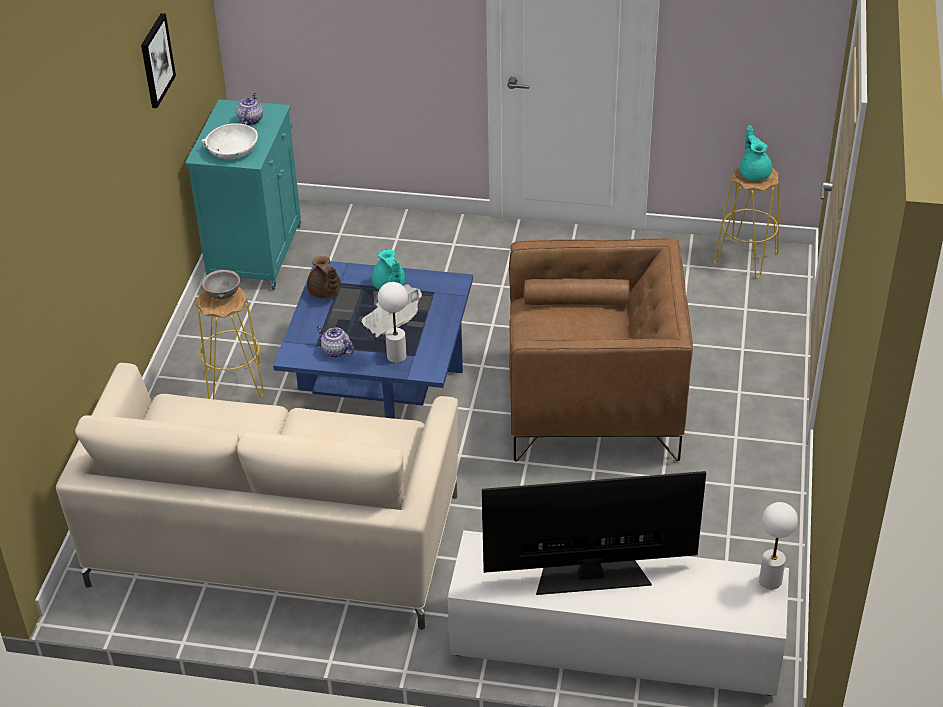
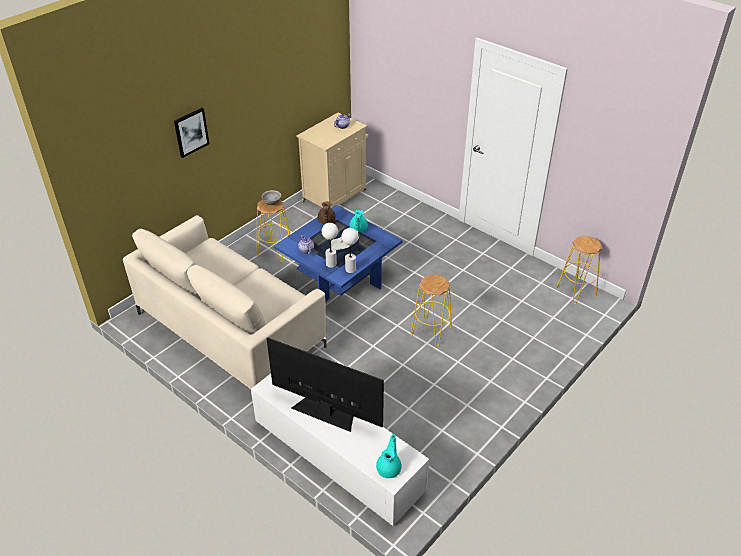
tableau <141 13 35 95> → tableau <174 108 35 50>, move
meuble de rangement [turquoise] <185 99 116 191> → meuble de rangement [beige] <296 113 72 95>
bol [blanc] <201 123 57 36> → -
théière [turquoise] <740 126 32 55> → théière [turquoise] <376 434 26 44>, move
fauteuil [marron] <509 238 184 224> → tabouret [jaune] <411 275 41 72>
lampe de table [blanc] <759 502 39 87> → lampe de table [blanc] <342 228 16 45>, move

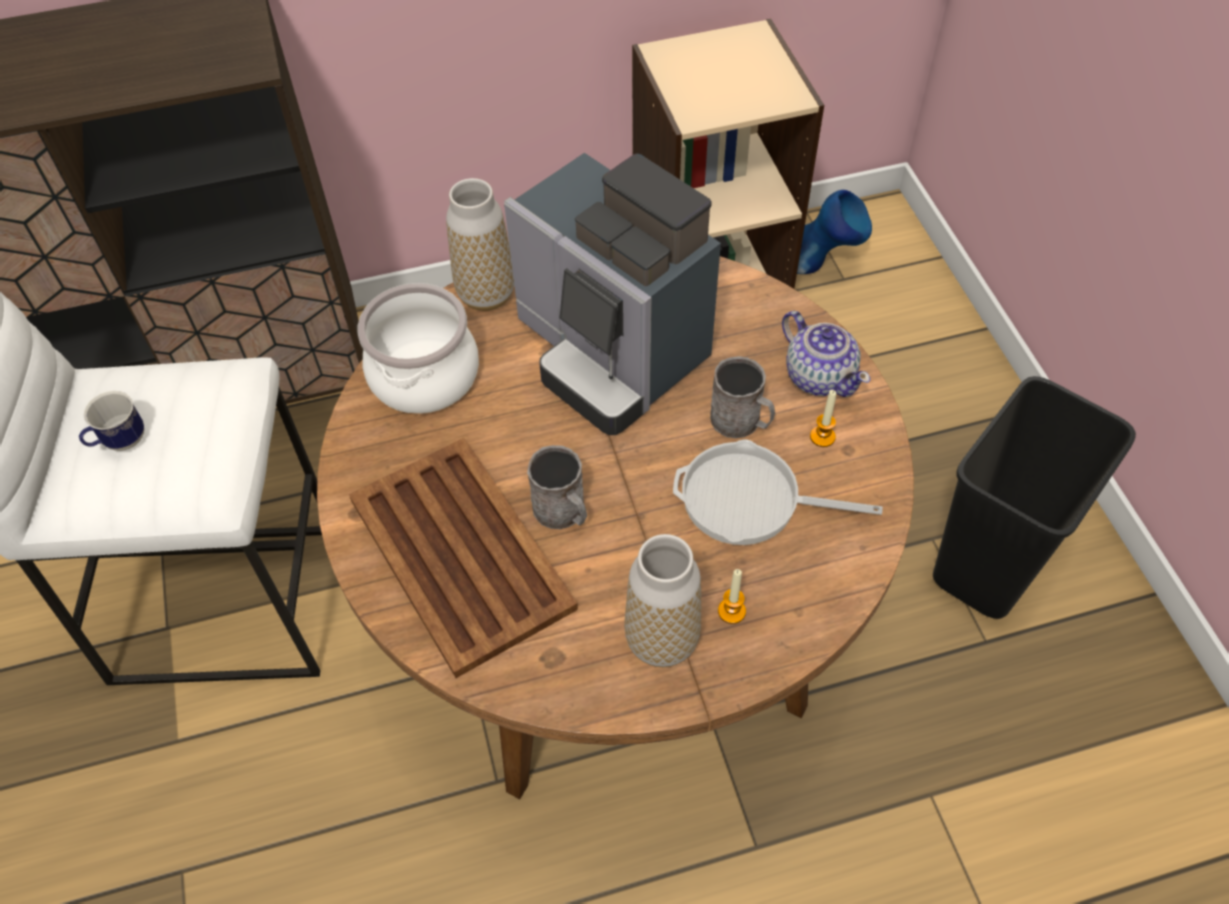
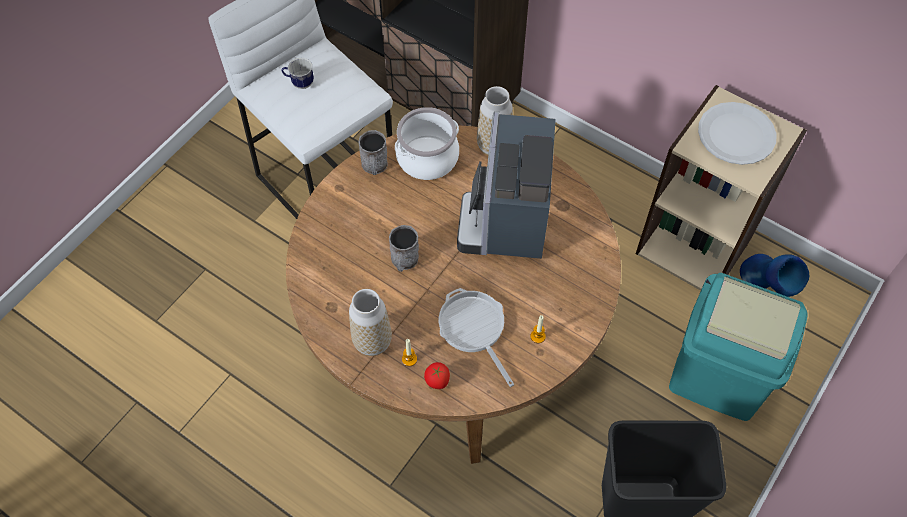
théière <782 311 88 86> → -
mug [gris] <710 356 65 82> → mug [gris] <359 130 29 45>, move
plateau [marron] <349 438 229 240> → -
- → assiette [blanc] <698 102 79 63>
- → poubelle [turquoise] <669 273 139 148>
- → tomate <424 362 26 27>

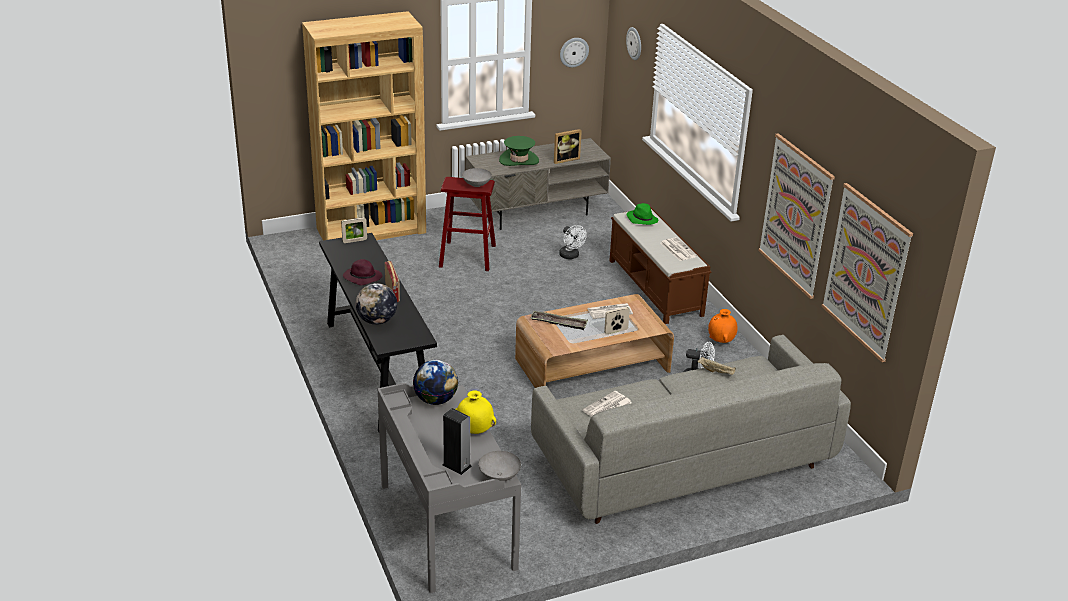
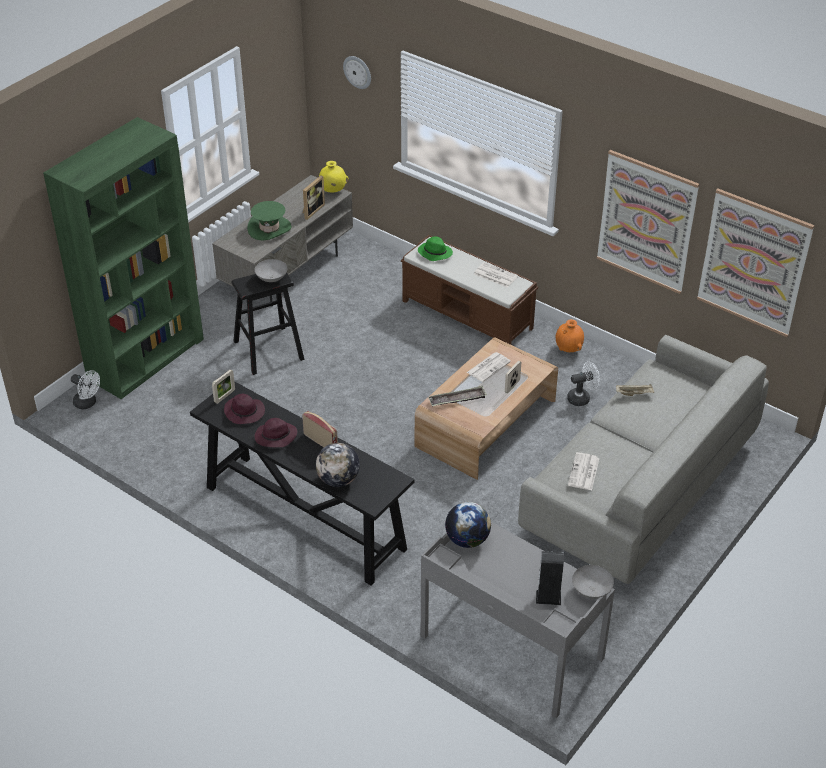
bibliothèque [marron] <302 11 124 230> → bibliothèque [vert] <43 117 161 282>
horloge murale <560 38 29 30> → -
tabouret [rouge] <439 177 57 94> → tabouret [noir] <231 272 73 103>
ventilateur [blanc] <559 225 28 34> → ventilateur [blanc] <71 370 29 39>, move
vase [jaune] <455 390 41 44> → vase [jaune] <319 161 30 31>, move
- → chapeau [violet] <224 394 41 30>

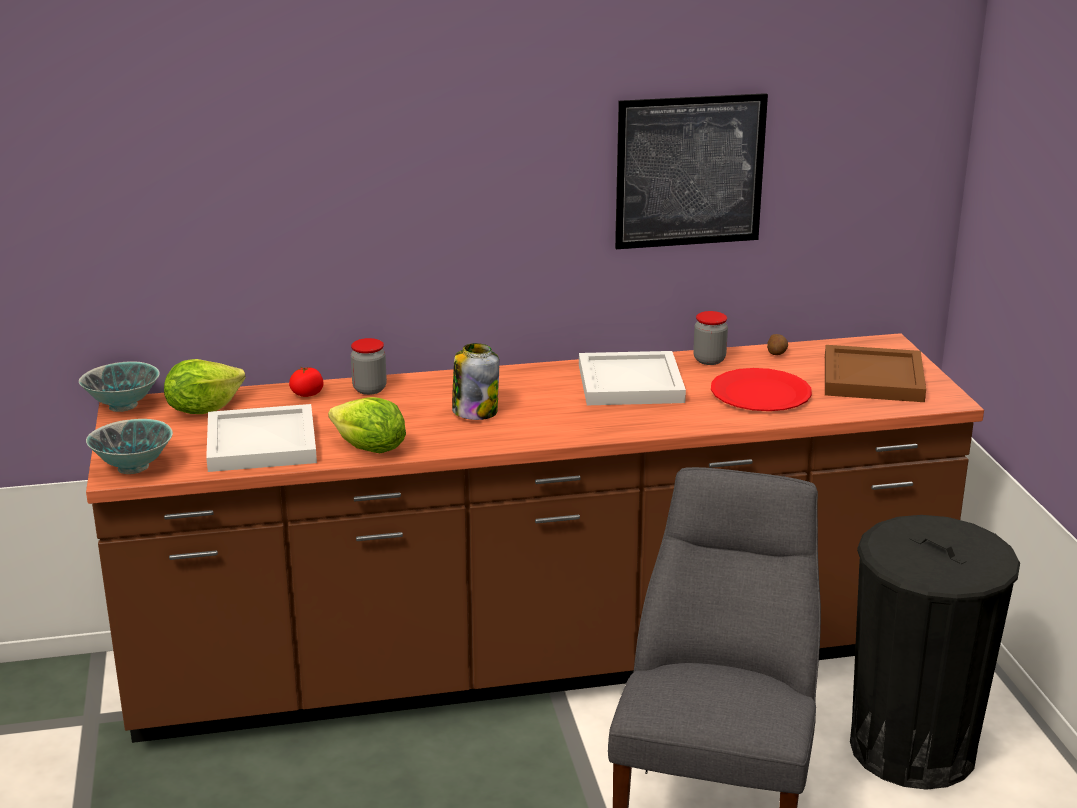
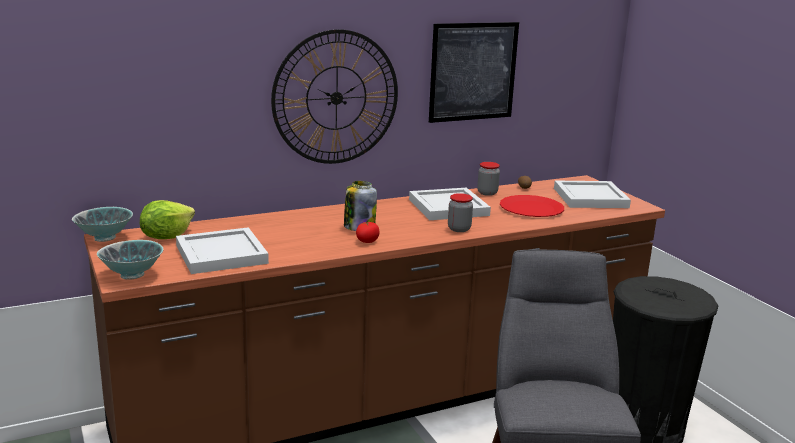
bocal <351 338 36 57> → bocal <448 193 25 39>, move
plateau [marron] <825 345 101 57> → plateau [blanc] <554 181 77 27>
tomate <289 366 34 31> → tomate <356 222 23 21>, move
laitue <328 397 78 56> → -
- → horloge murale <271 29 127 135>

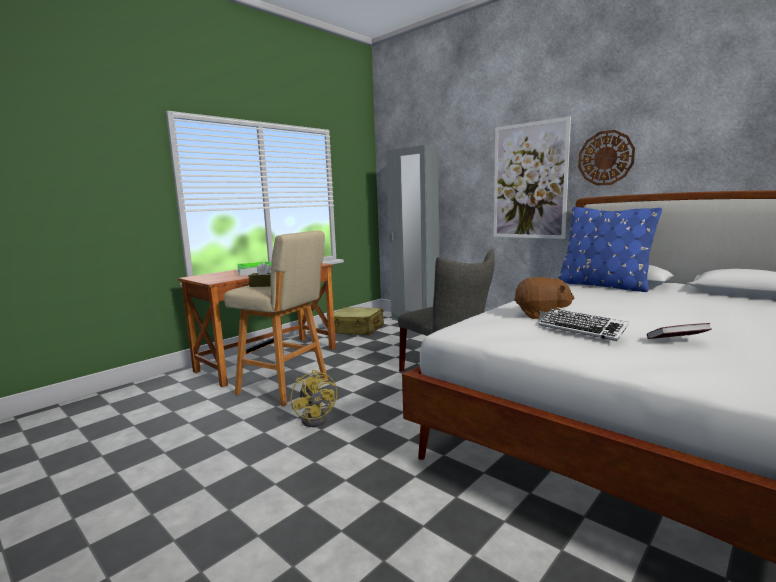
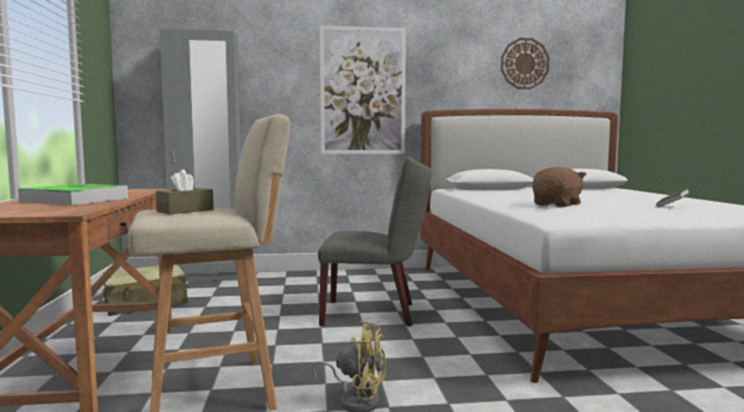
horloge murale <578 130 57 56> → horloge murale <501 38 48 51>, move
coussin [bleu] <558 207 104 85> → -
clavier <539 309 90 32> → -

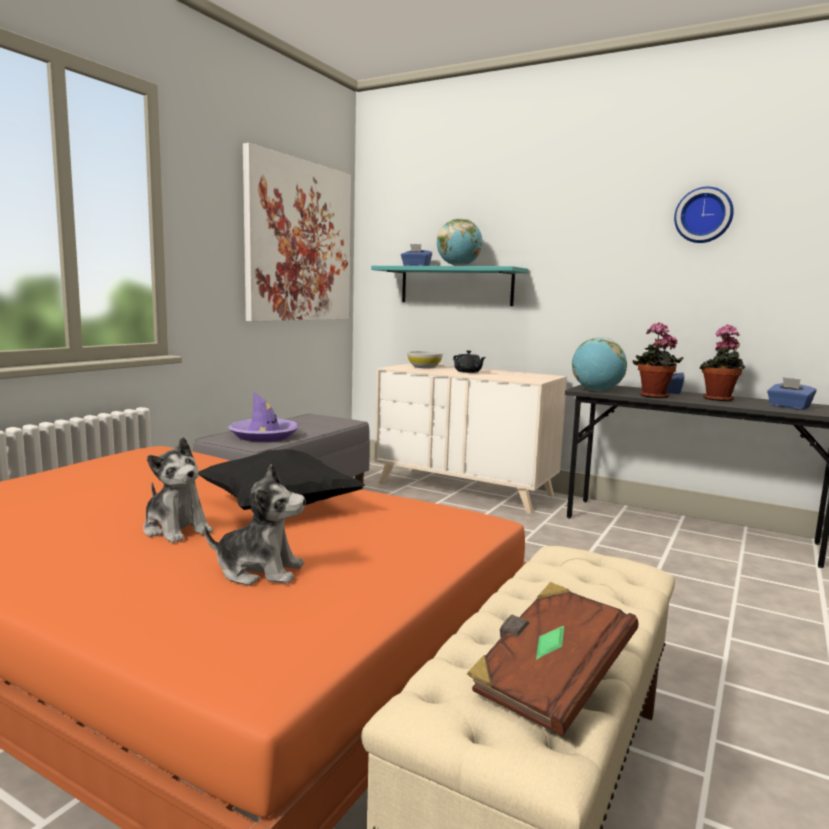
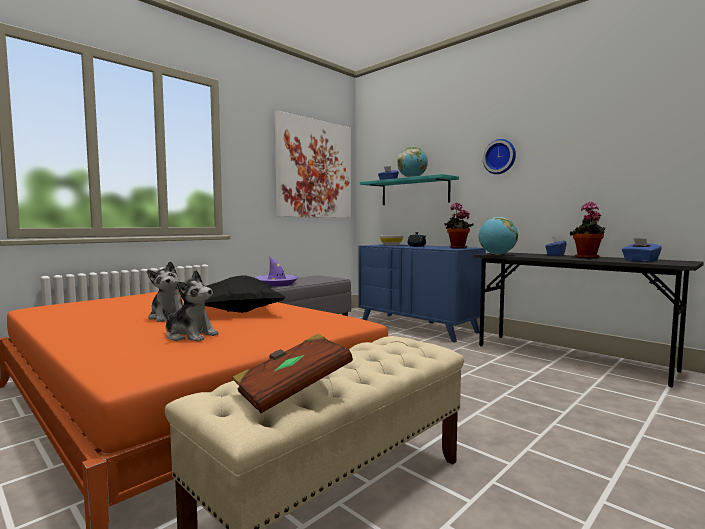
horloge murale <674 187 60 56> → horloge murale <483 139 33 35>, move
plante en pot <633 323 51 75> → plante en pot <444 203 30 46>, move
commode [beige] <375 363 192 151> → commode [bleu] <358 244 128 98>

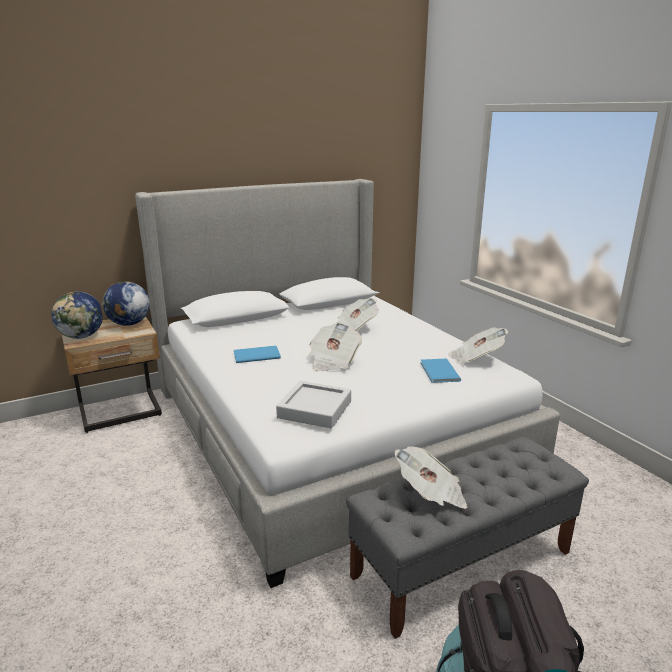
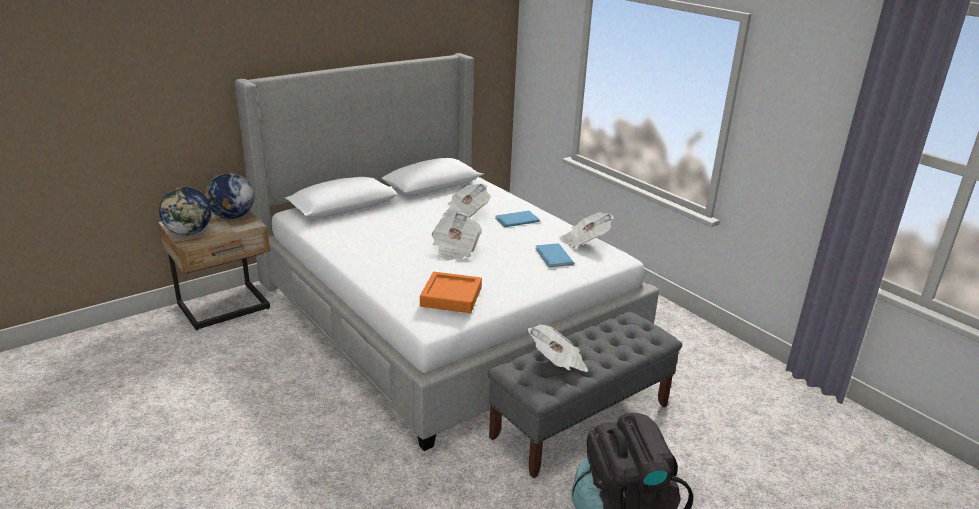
livre [bleu] <234 345 47 18> → livre [bleu] <495 211 45 16>, move
plateau [gris] <276 381 75 48> → plateau [orange] <420 272 62 41>

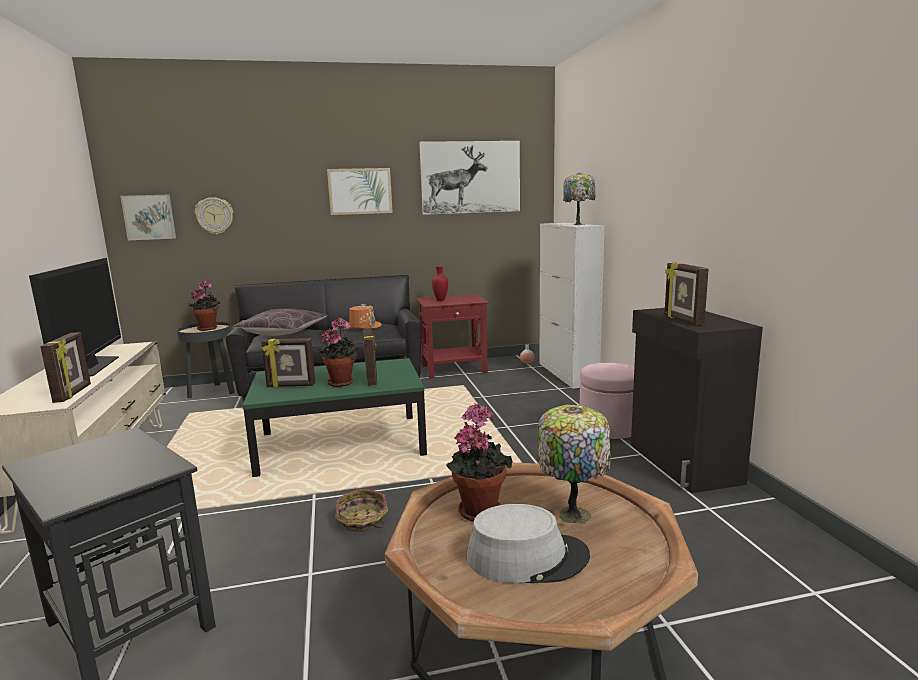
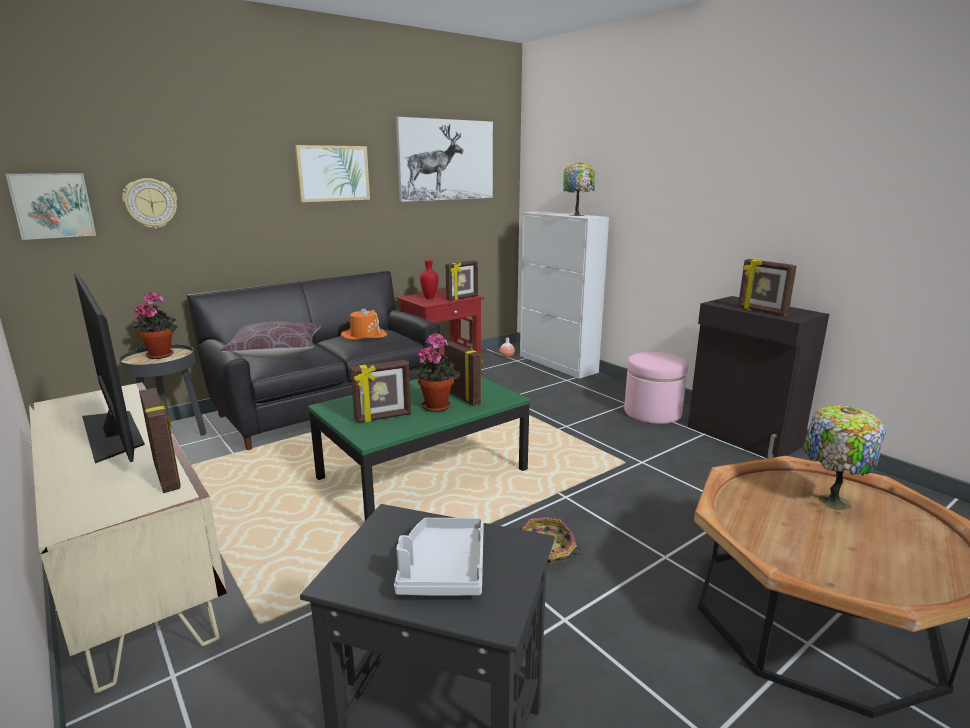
plante en pot <446 403 67 119> → -
chapeau [gris] <467 504 123 79> → -
- → cadre photo <446 260 32 41>
- → plateau [gris] <394 518 90 78>

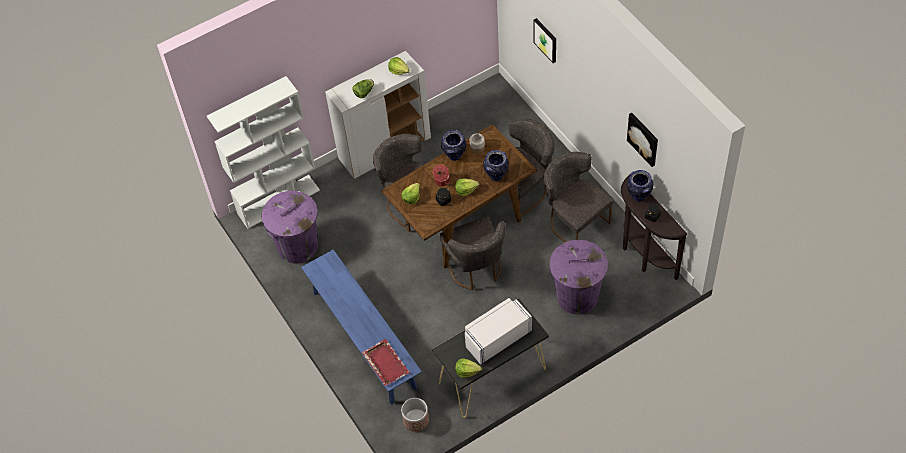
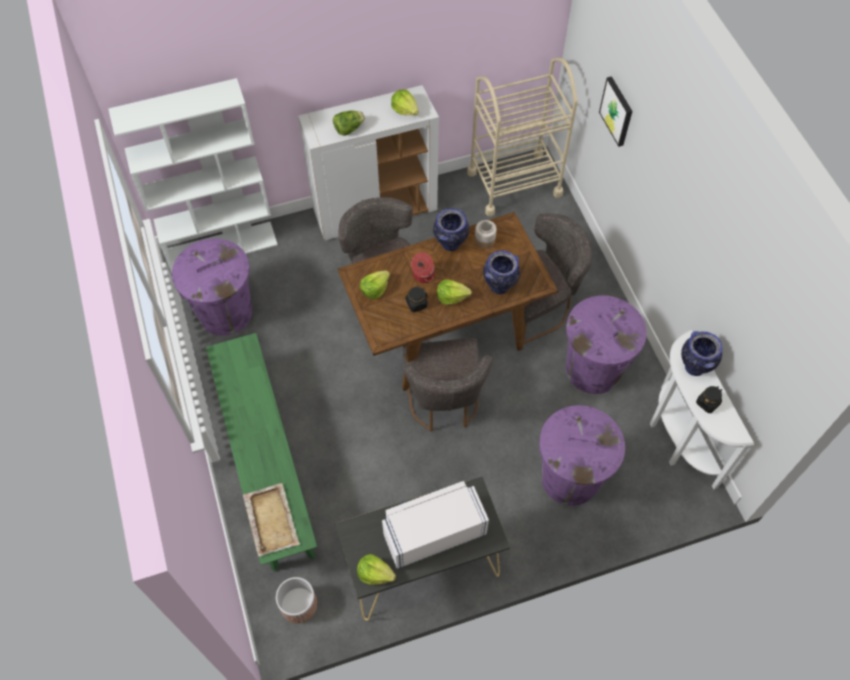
tableau <627 113 31 54> → -
chaise [gris] <544 152 70 90> → poubelle [violet] <566 296 81 98>
table console [marron] <621 175 66 105> → table console [blanc] <650 330 104 159>
banc [bleu] <301 250 121 154> → banc [vert] <206 333 111 238>
plateau [rouge] <362 339 48 47> → plateau [beige] <243 483 57 73>
- → chariot [beige] <467 58 111 158>

